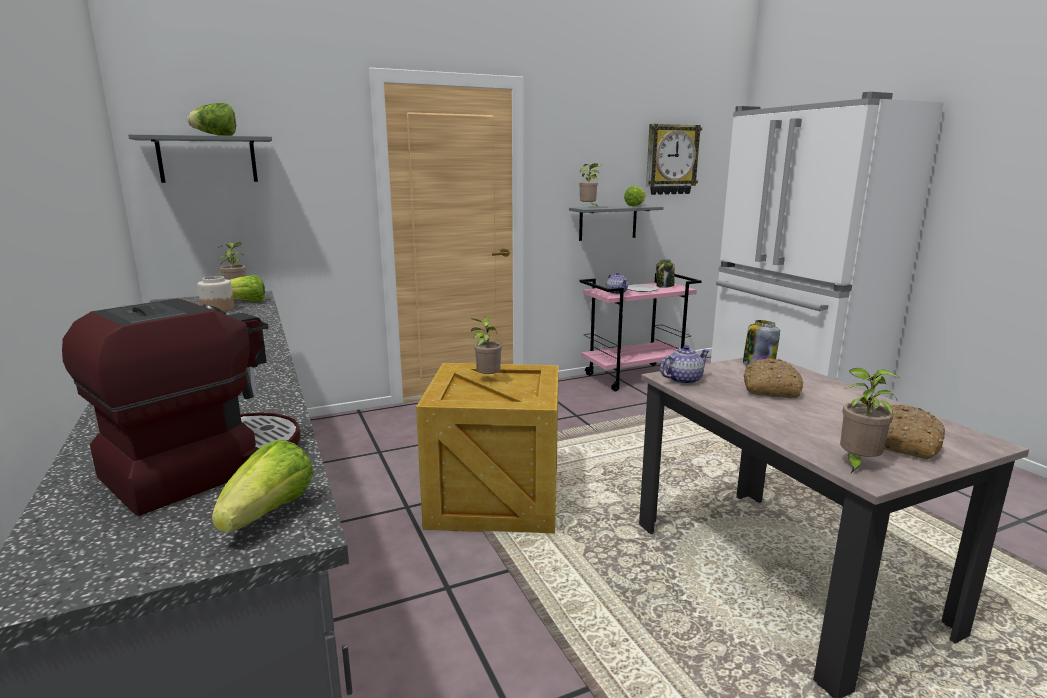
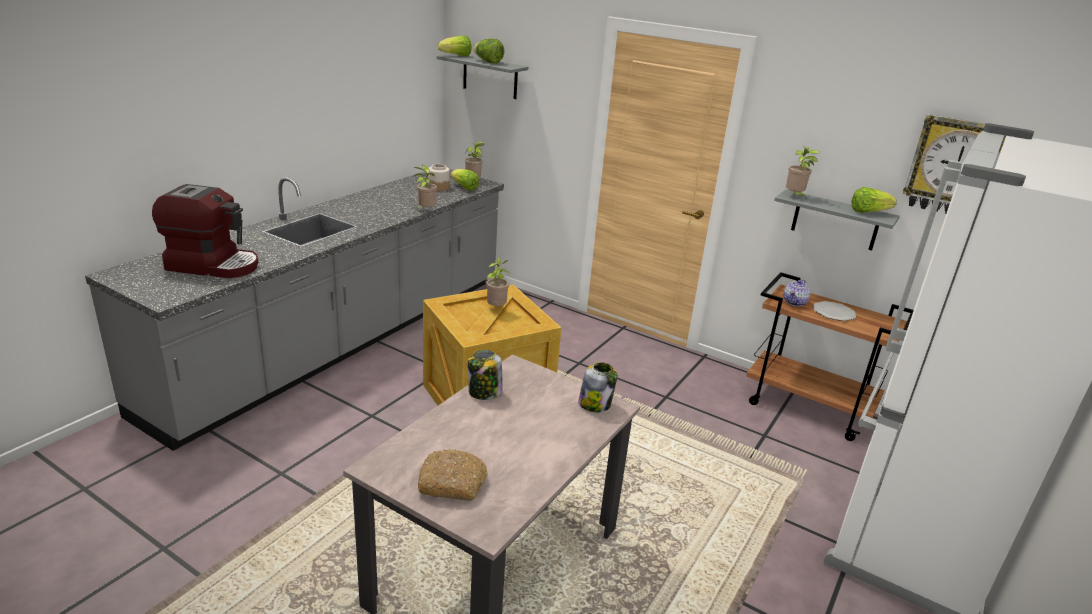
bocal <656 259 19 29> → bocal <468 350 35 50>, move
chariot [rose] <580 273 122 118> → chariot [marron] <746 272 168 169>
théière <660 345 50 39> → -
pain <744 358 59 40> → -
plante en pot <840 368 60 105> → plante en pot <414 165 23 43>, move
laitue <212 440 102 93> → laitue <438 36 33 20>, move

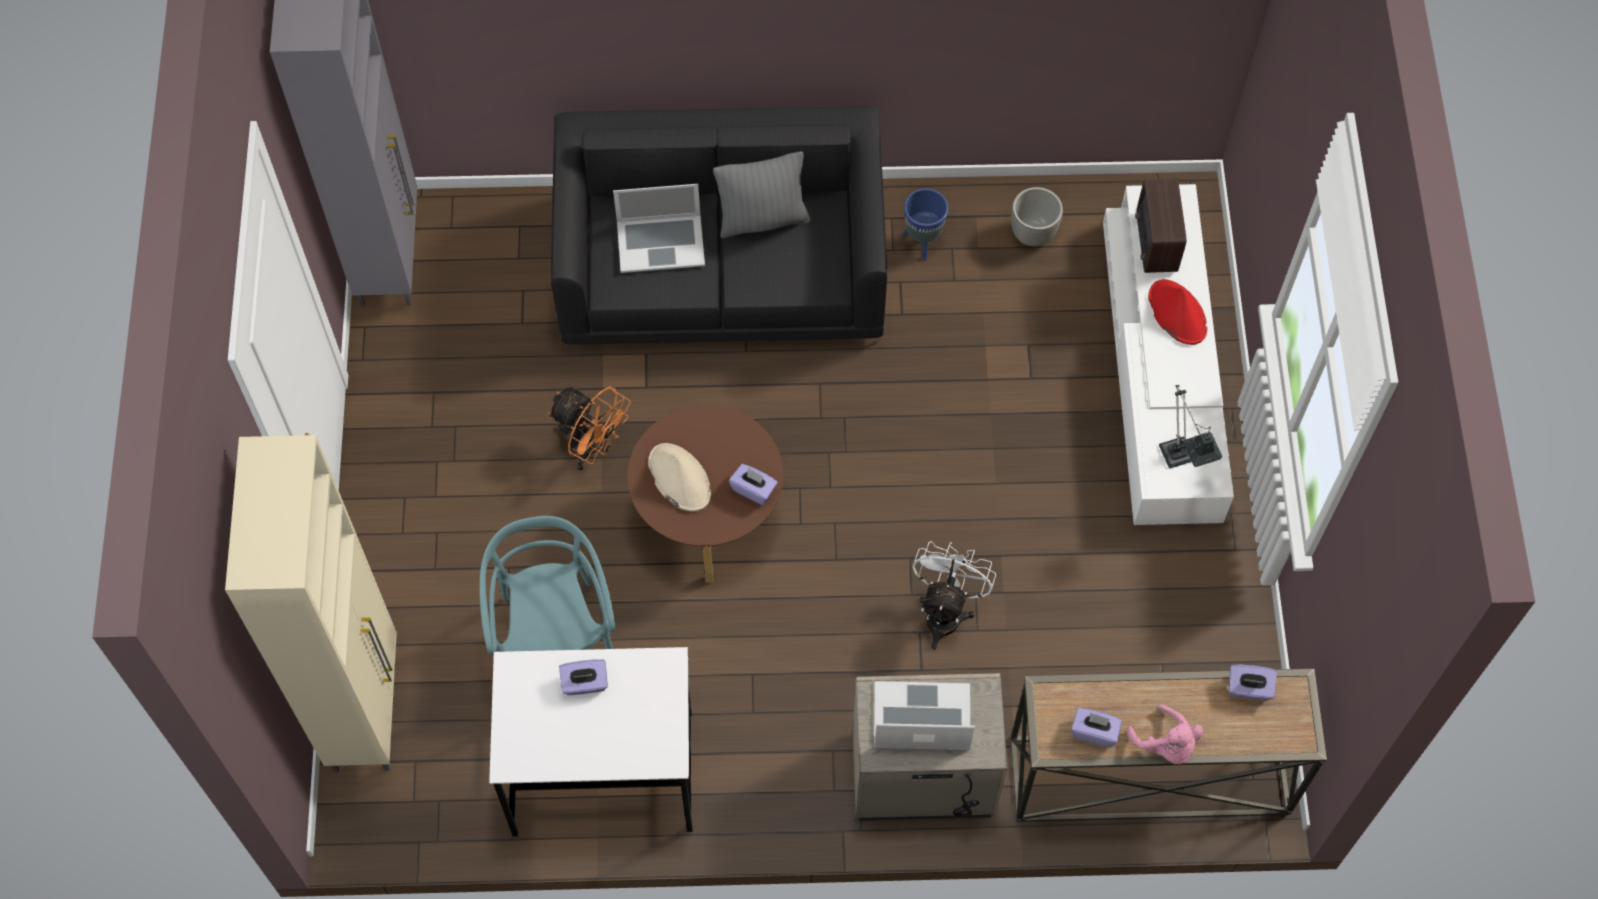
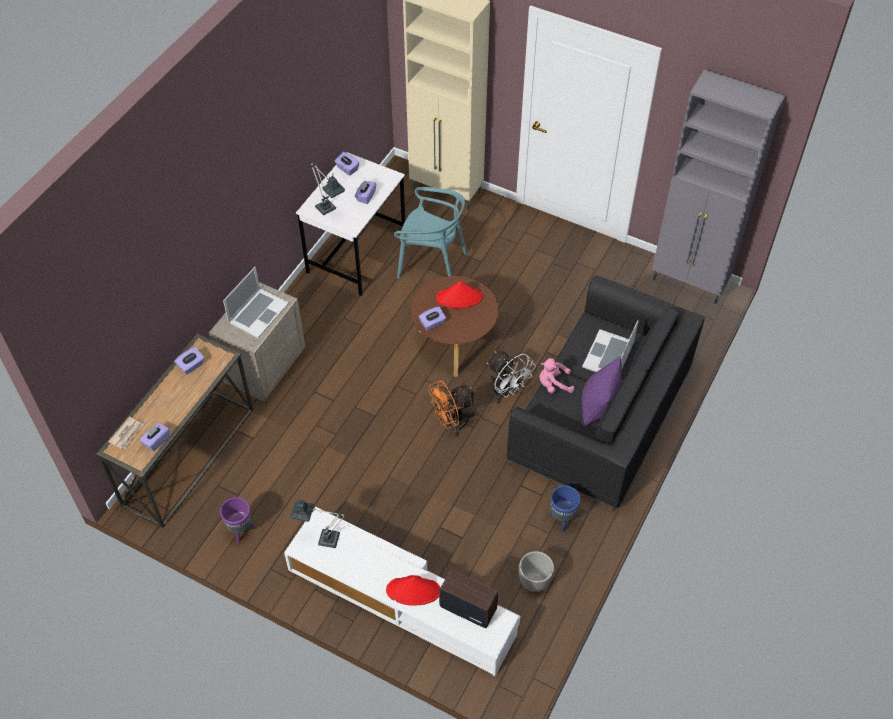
coussin [gris] <713 151 97 87> → coussin [violet] <582 356 40 71>
ventilateur [orange] <548 387 83 84> → ventilateur [orange] <428 380 48 57>, move
chapeau [beige] <648 443 63 69> → chapeau [rouge] <436 281 47 27>
ventilateur [blanc] <912 541 84 108> → ventilateur [blanc] <487 351 49 52>, move
peluche [rose] <1127 705 76 59> → peluche [rose] <540 358 34 35>, move
- → boîte à mouchoirs [violet] <335 152 24 23>
- → lampe de table <310 162 35 53>
- → journal <108 417 35 32>
- → cache-pot [violet] <220 497 35 48>

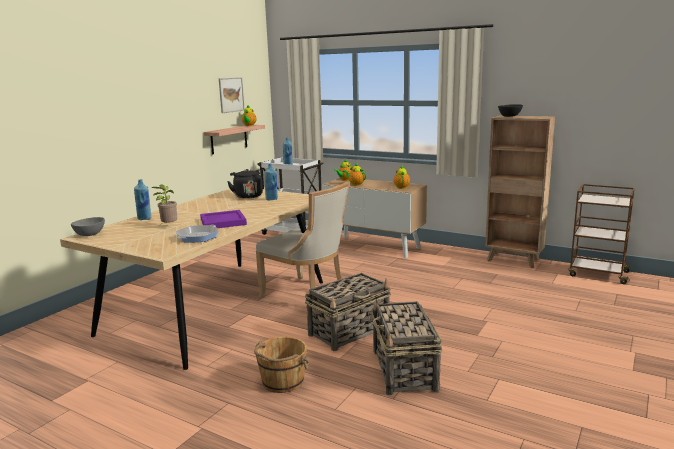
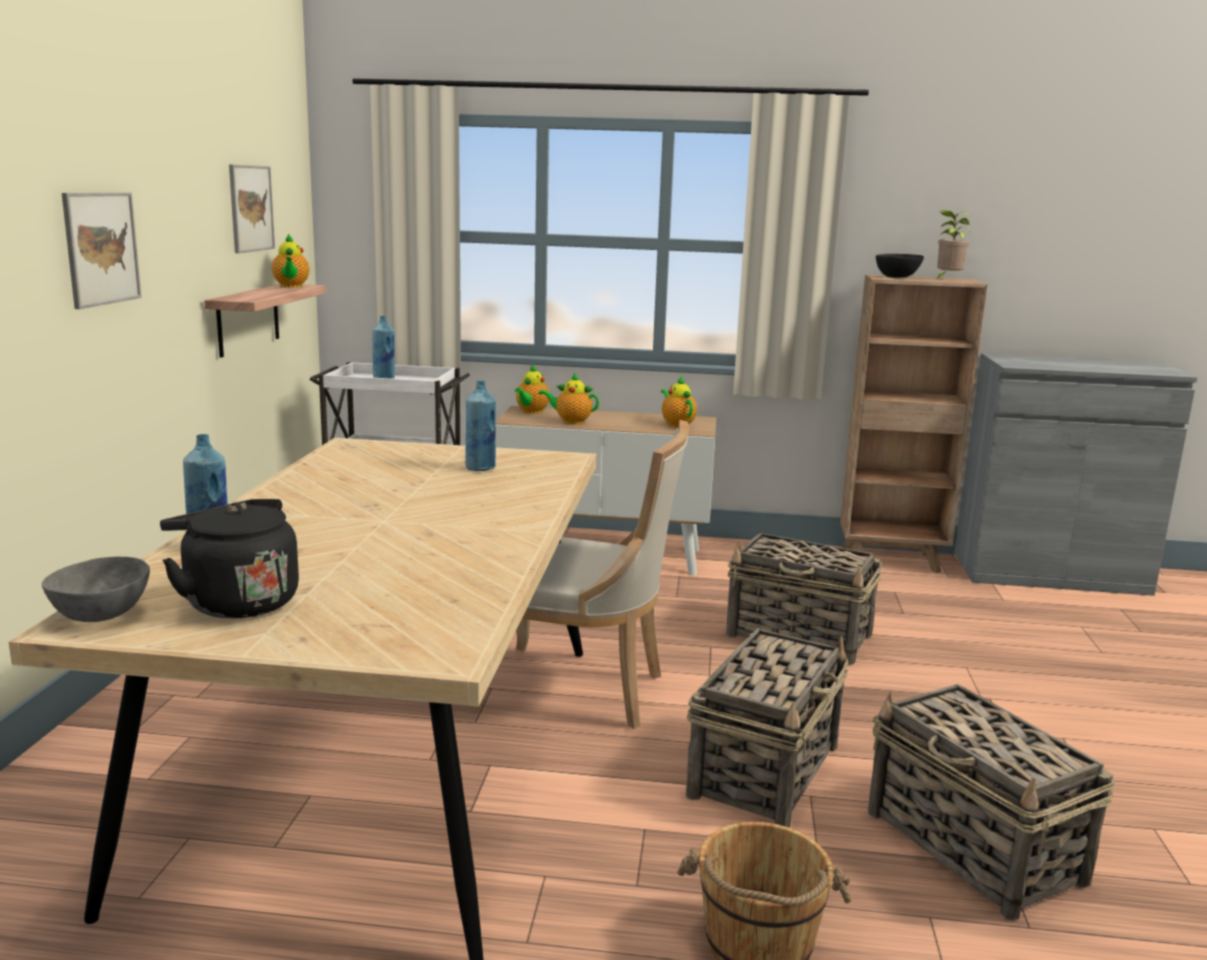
bouilloire [noir] <227 169 36 30> → bouilloire [noir] <160 499 139 119>, move
plante en pot <152 184 25 42> → plante en pot <937 210 34 69>, move
chariot [marron] <568 184 67 100> → meuble de rangement [gris] <955 353 242 243>
plateau [violet] <200 210 47 18> → -
poêle <176 225 43 18> → -
- → tableau <62 192 80 117>
- → panier <726 533 156 132>

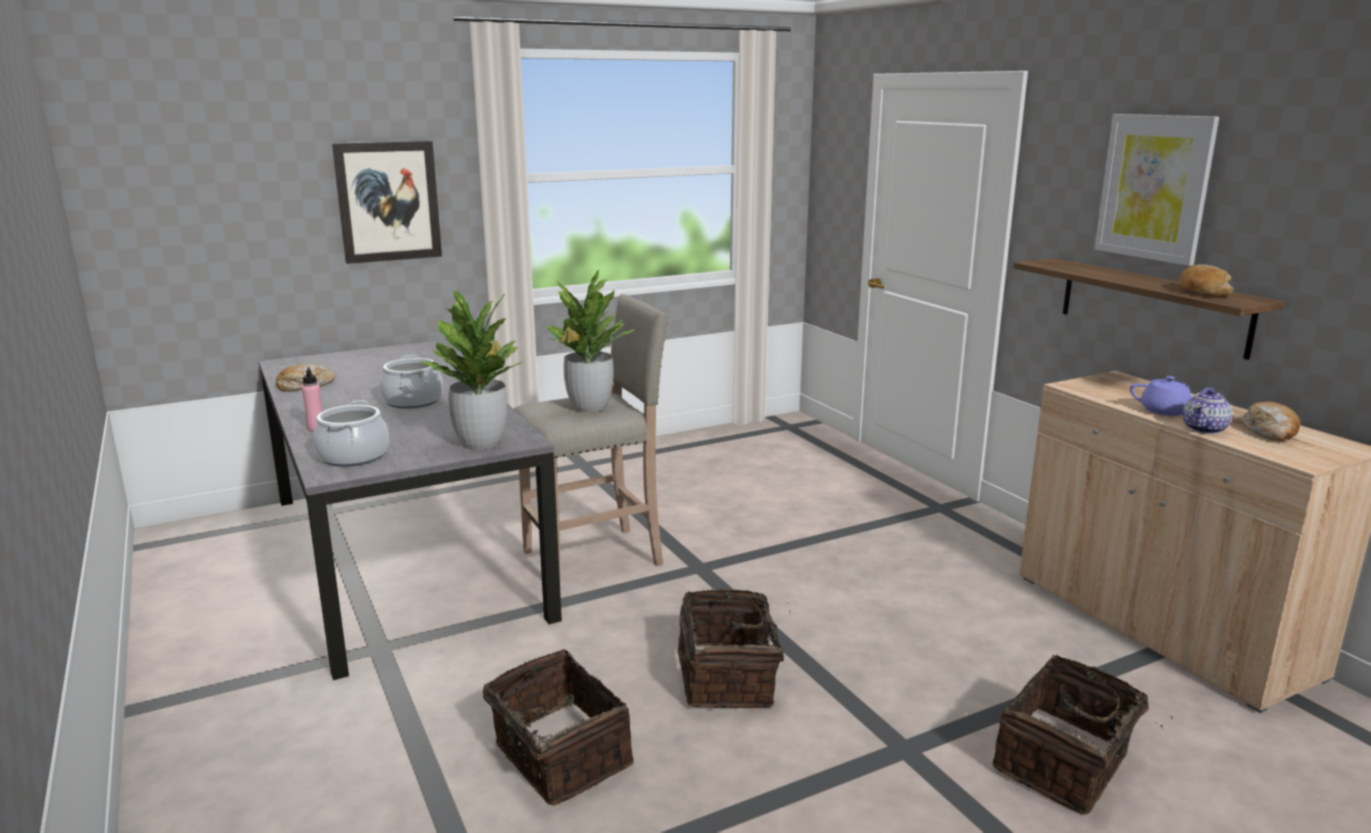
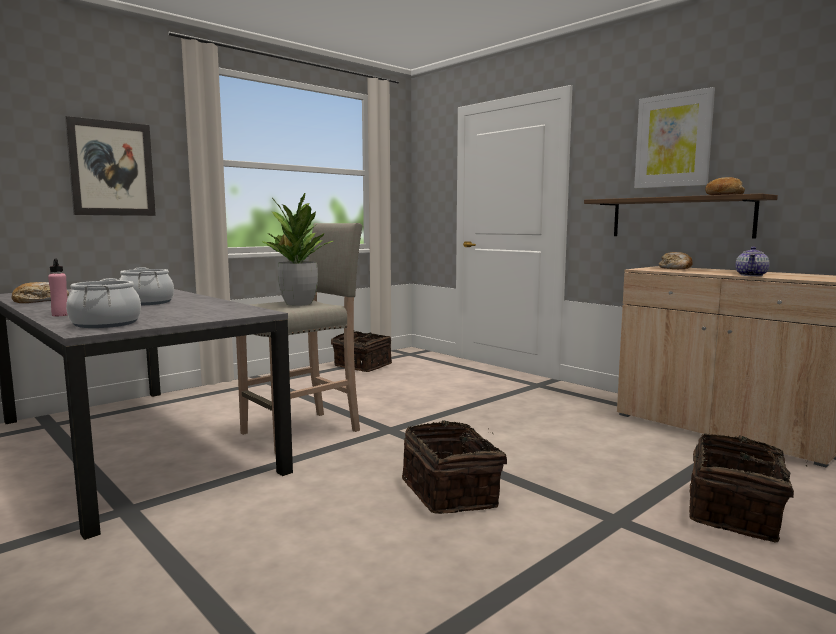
plante en pot <418 290 105 160> → -
théière [violet] <1130 376 84 40> → -
pain <1242 402 58 39> → pain <659 252 34 17>, move
panier <483 649 151 157> → panier <331 331 61 41>, move

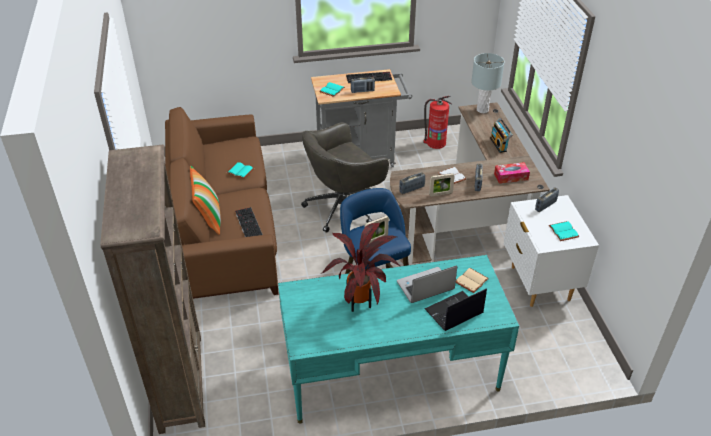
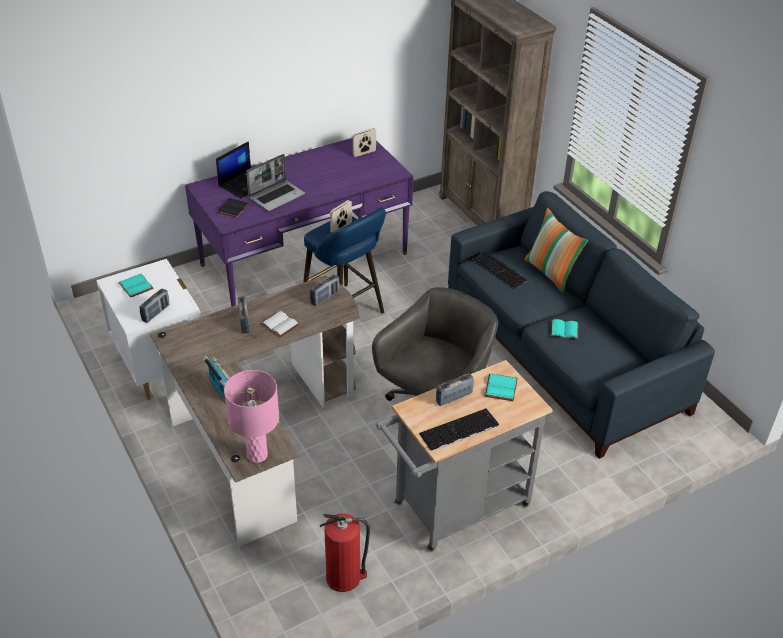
lampe de table [gris] <471 53 34 60> → lampe de table [rose] <224 370 55 93>
canapé [marron] <165 107 114 192> → canapé [bleu] <448 191 267 268>
boîte à mouchoirs <494 162 36 22> → -
cadre photo <429 173 26 23> → cadre photo <353 128 23 29>, move
plante en pot <321 223 80 89> → -
bureau [turquoise] <278 255 241 169> → bureau [violet] <185 138 229 169>
livre [beige] <456 268 33 25> → livre [noir] <217 198 33 20>

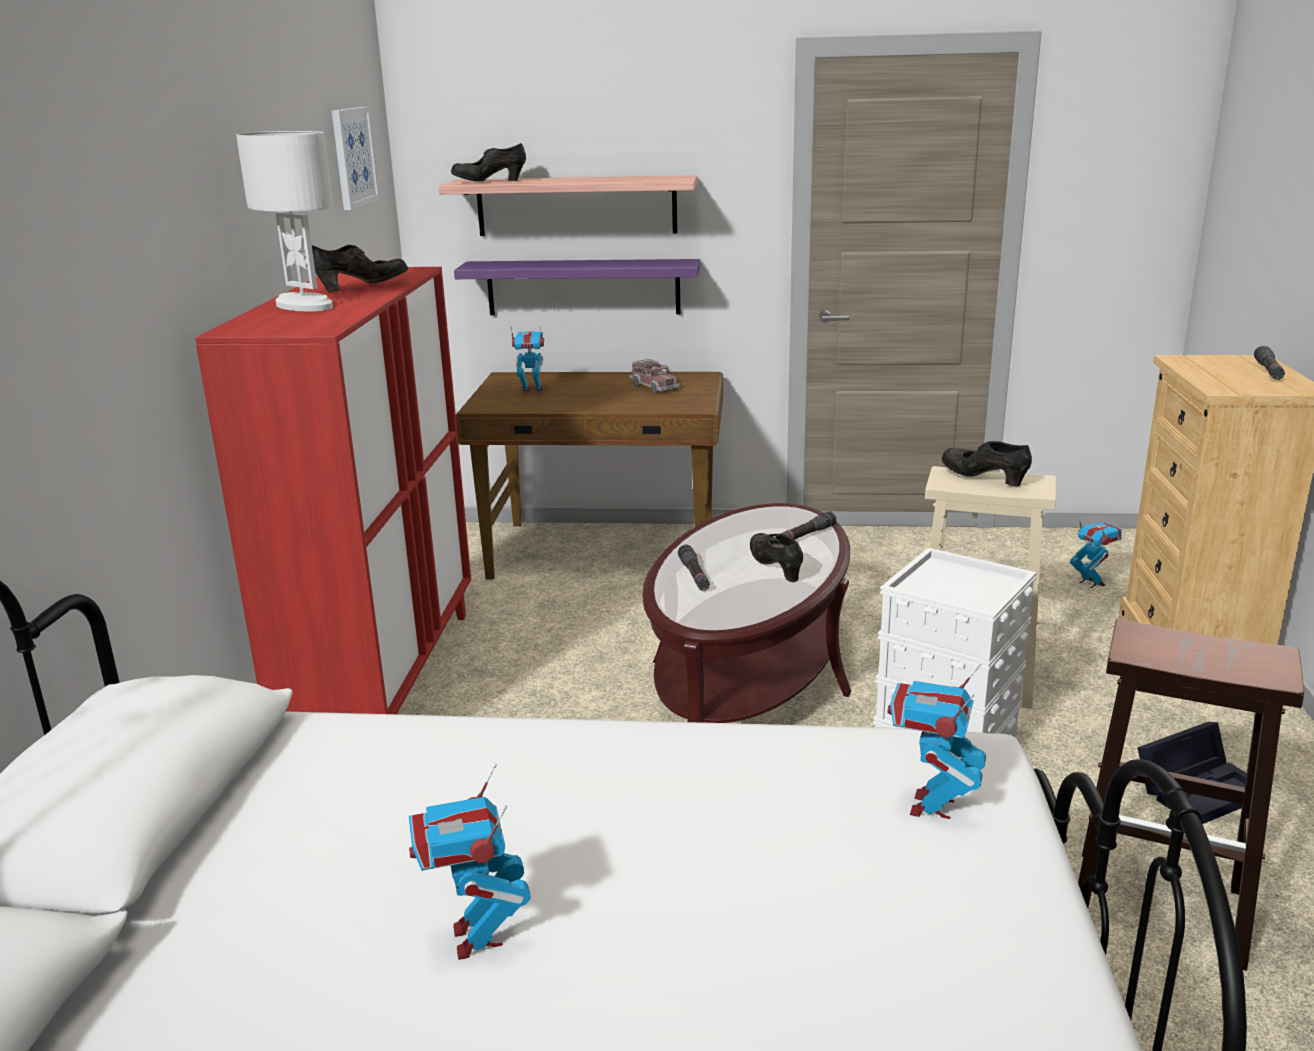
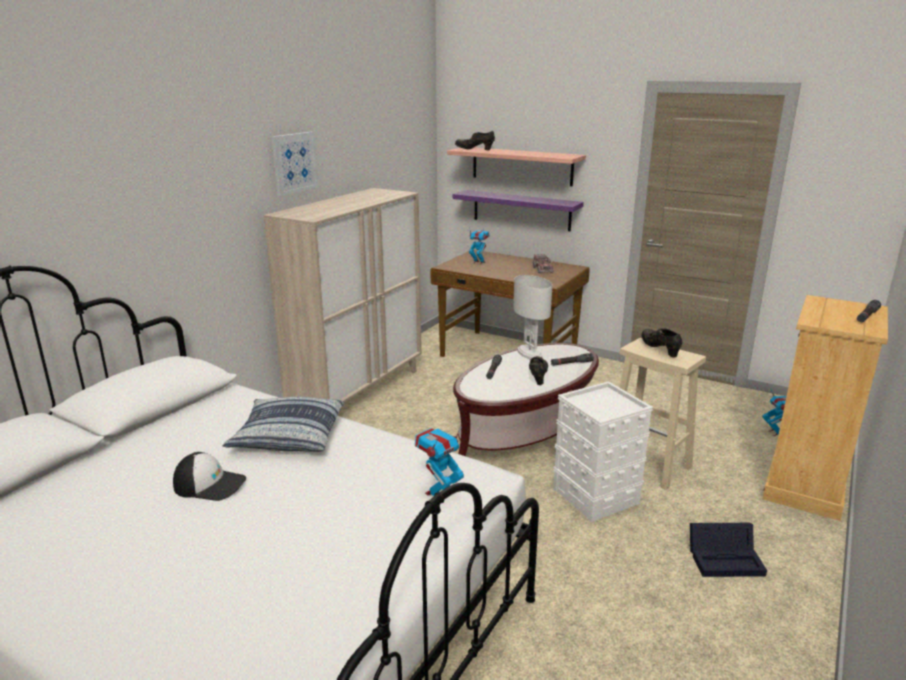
tableau <332 107 48 103> → tableau <272 132 46 64>, move
lampe de table [blanc] <236 131 97 181> → lampe de table [blanc] <513 275 39 84>, move
chaussure [noir] <312 245 96 47> → -
meuble de rangement [rouge] <195 267 276 447> → meuble de rangement [beige] <264 188 158 214>
tabouret [marron] <1078 619 226 352> → -
robot jouet <409 764 121 196> → casquette <173 452 73 49>
- → coussin <223 397 121 55>

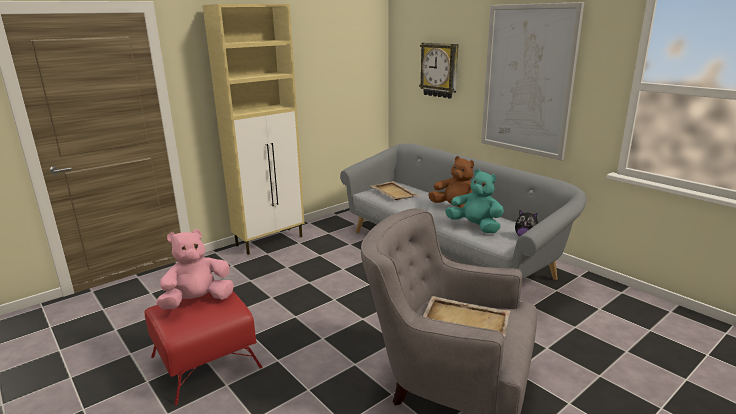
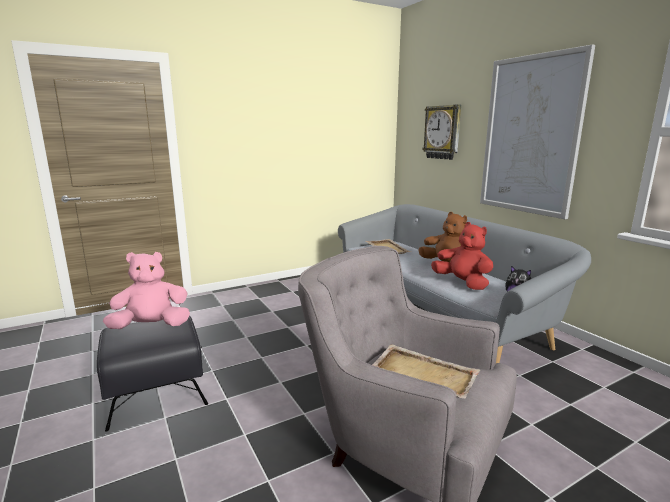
meuble de rangement [beige] <203 4 101 251> → -
peluche [turquoise] <445 169 59 64> → peluche [rouge] <431 222 62 68>
pouf [rouge] <145 291 118 114> → pouf [noir] <97 315 111 116>

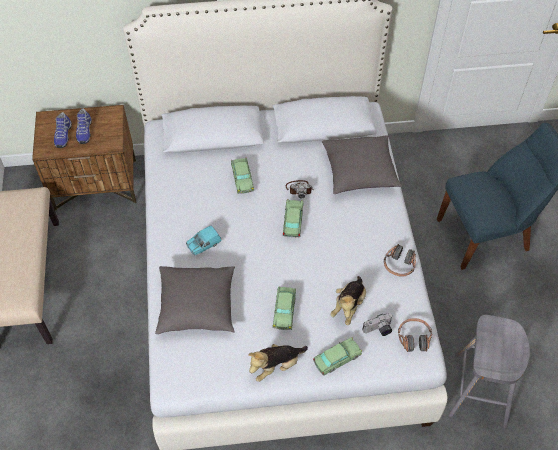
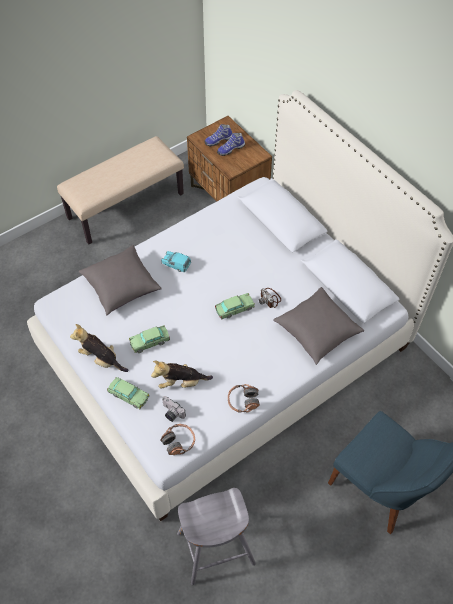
petite voiture <231 158 23 36> → -

